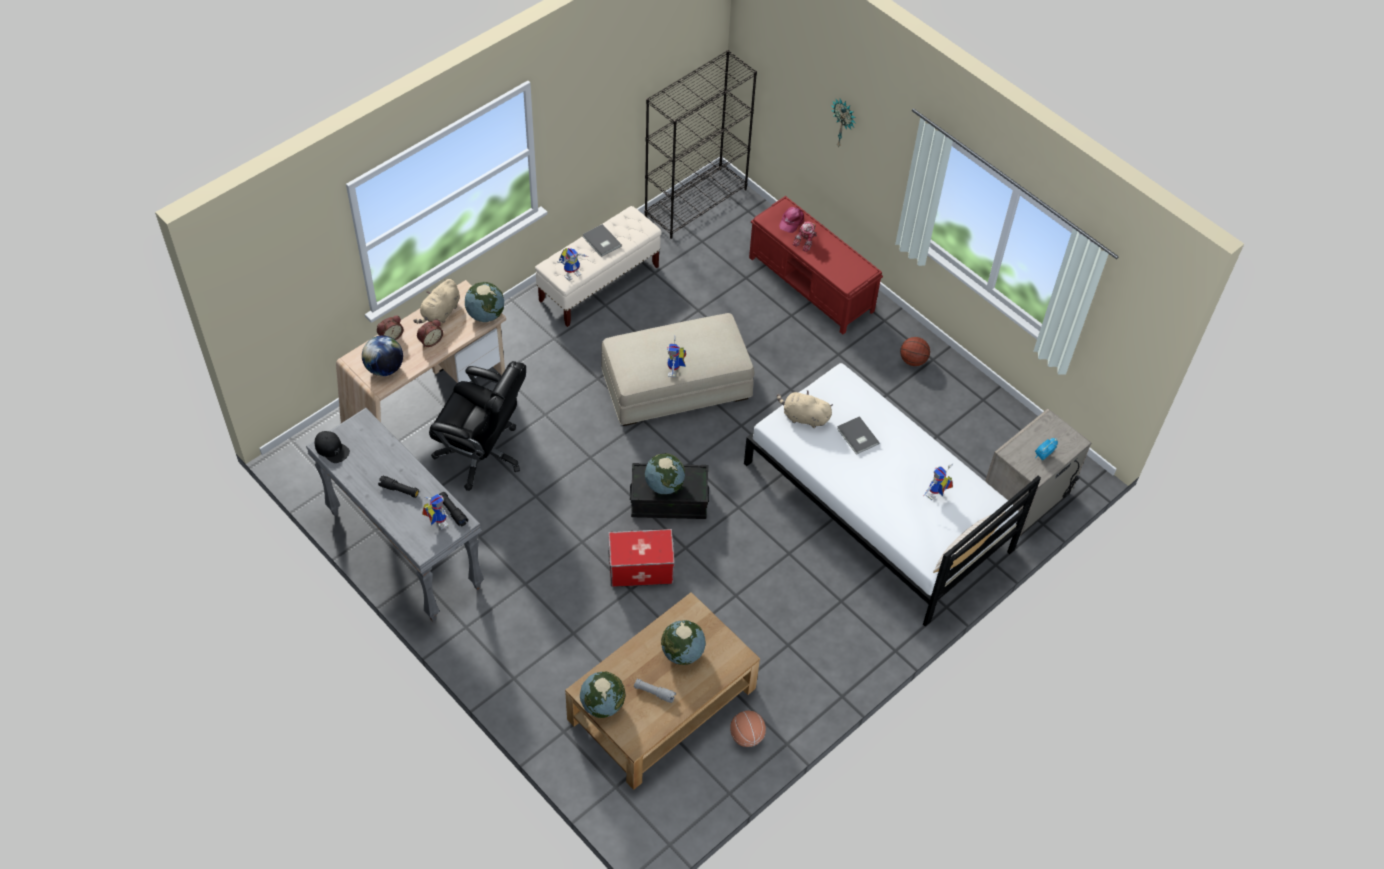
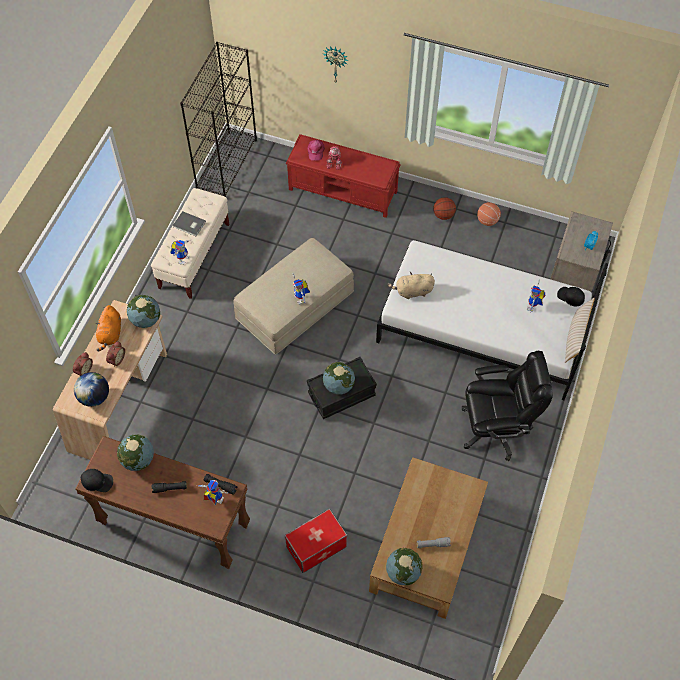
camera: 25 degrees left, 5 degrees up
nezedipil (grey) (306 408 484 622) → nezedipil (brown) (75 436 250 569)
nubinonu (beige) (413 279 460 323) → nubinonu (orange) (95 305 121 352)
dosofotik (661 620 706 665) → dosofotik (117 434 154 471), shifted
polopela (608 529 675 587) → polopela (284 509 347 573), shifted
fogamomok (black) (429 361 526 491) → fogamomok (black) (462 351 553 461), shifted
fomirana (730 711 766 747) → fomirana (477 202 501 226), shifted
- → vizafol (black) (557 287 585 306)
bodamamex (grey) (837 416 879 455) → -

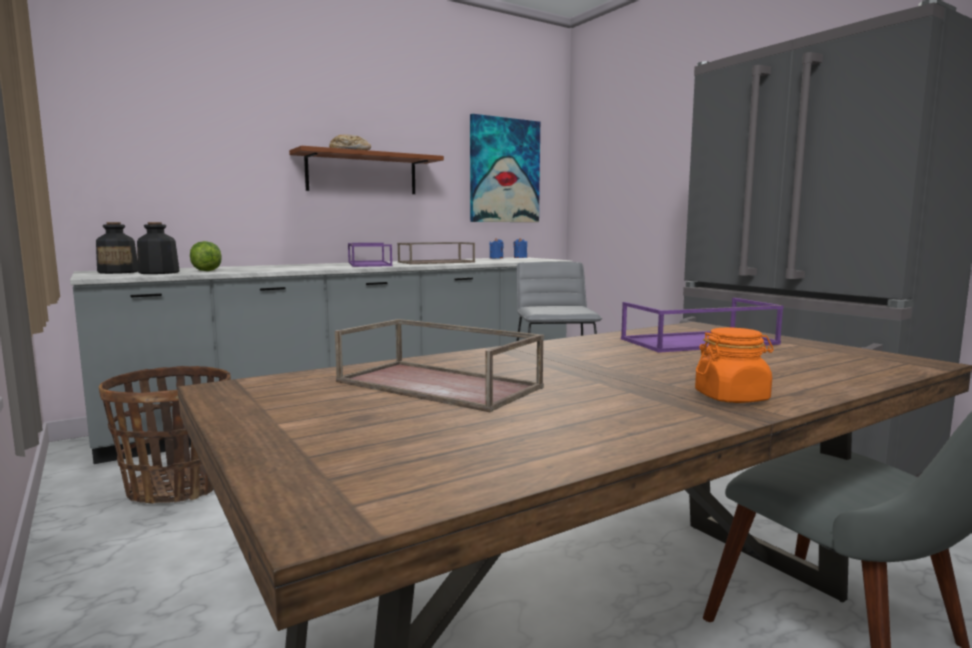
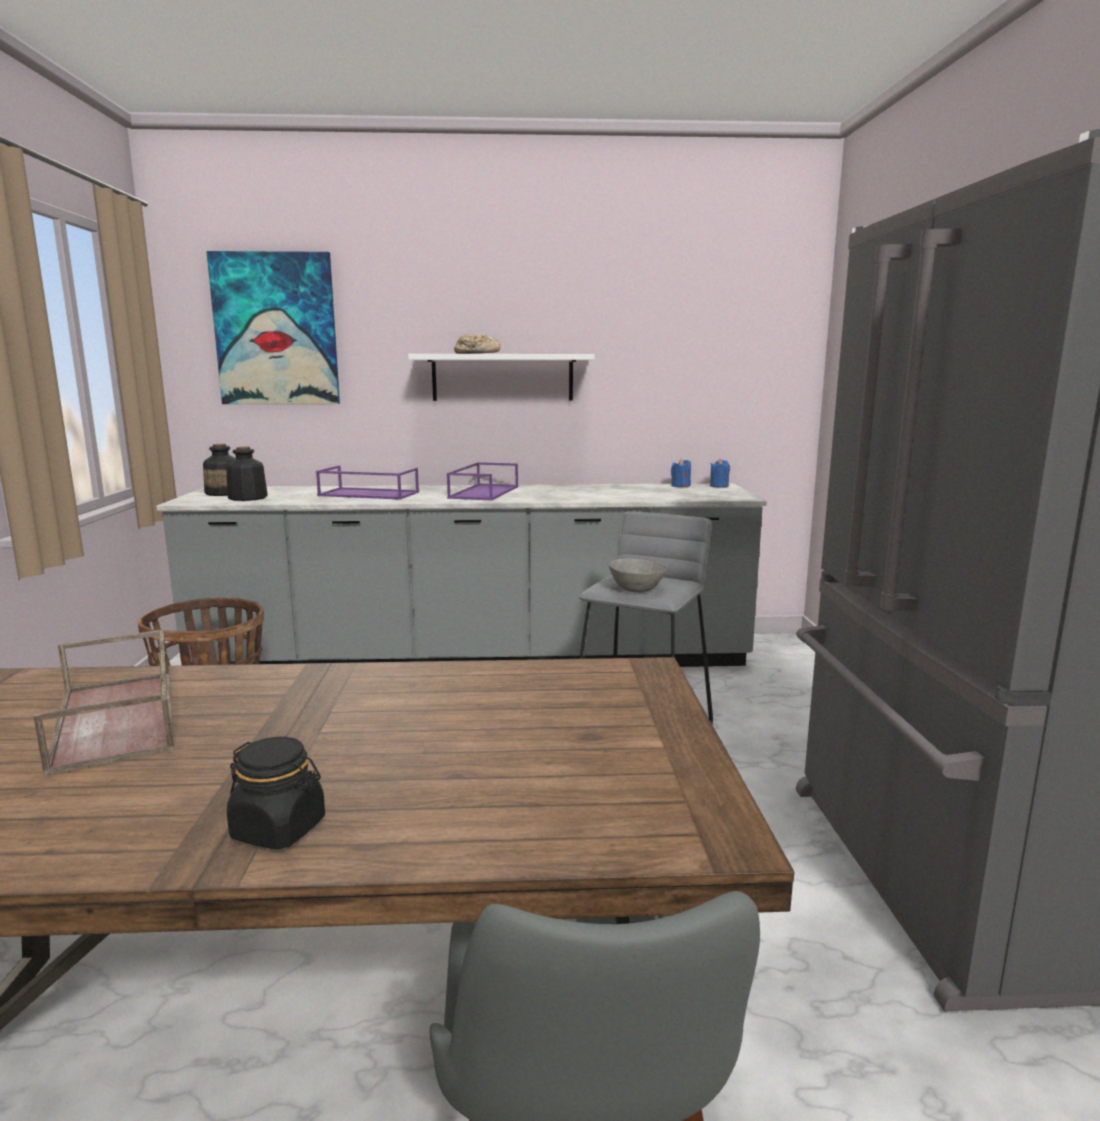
camera: 30 degrees right, 5 degrees up
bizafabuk (470 114 540 222) → bizafabuk (206 251 340 404), shifted
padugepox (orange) (695 328 774 403) → padugepox (black) (227 737 325 849)
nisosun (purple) (621 298 784 353) → nisosun (purple) (316 465 419 500), shifted
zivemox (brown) (289 146 444 194) → zivemox (white) (408 354 595 401)
- → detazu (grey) (609 558 667 592)
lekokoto (190 241 222 271) → -
nisosun (brown) (397 242 475 264) → -

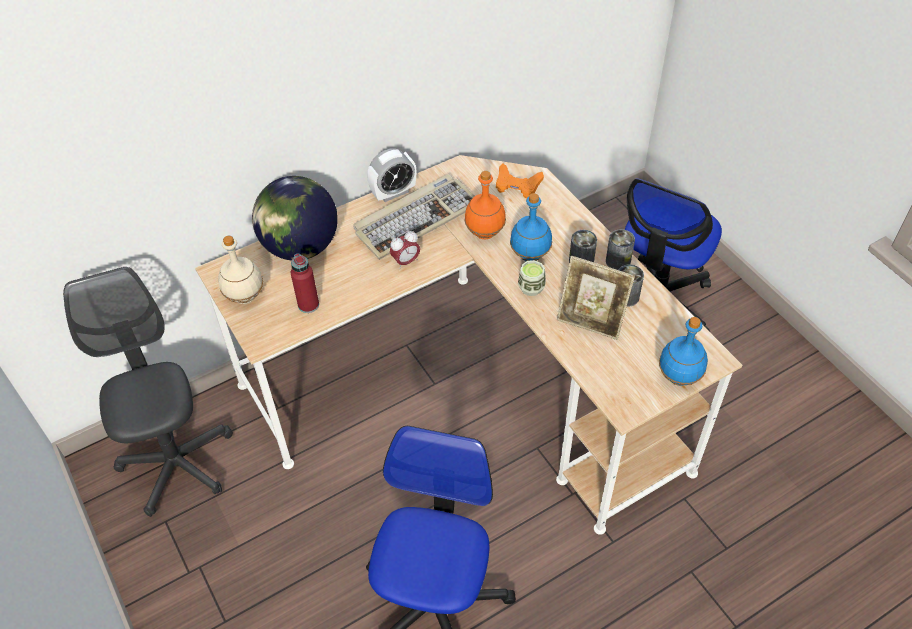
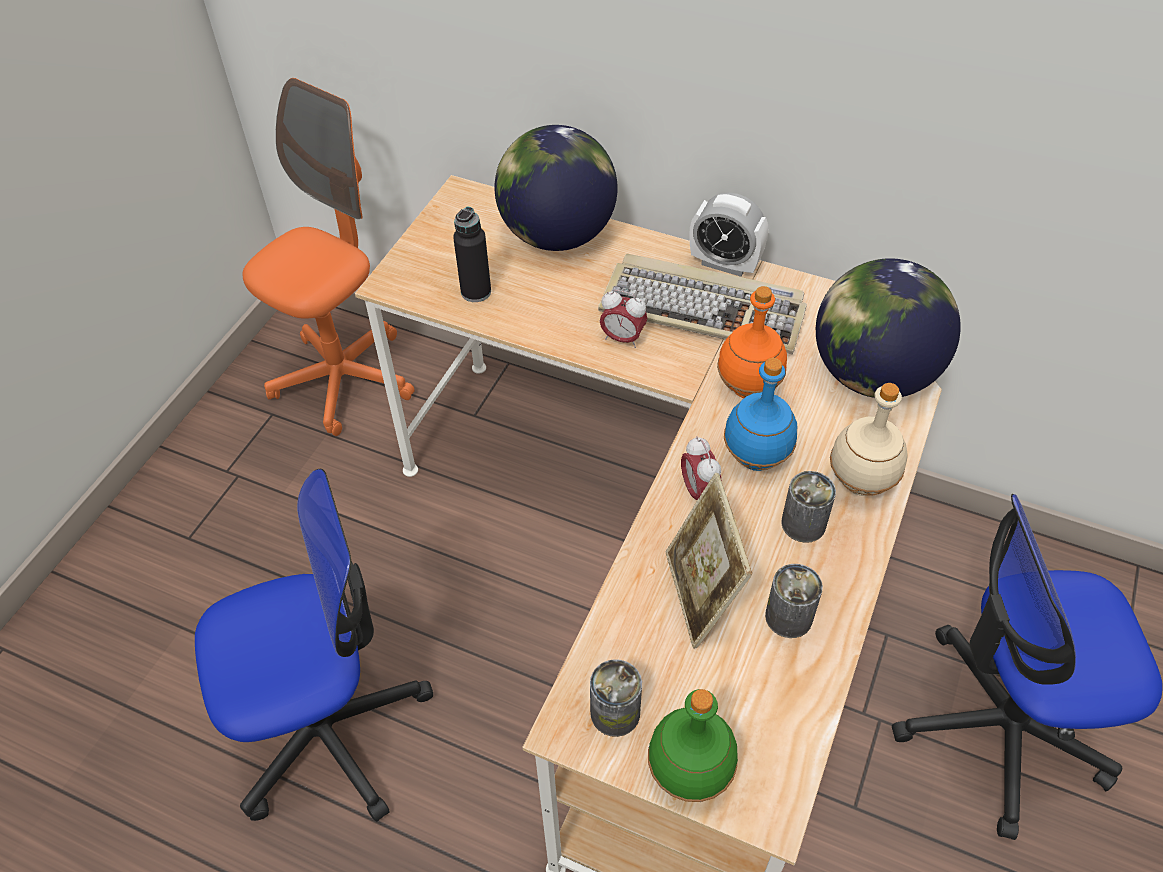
camera: 55 degrees right, 0 degrees up
fogamomok (grey) (63 267 233 517) → fogamomok (orange) (243 78 415 436)
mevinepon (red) (291 253 319 313) → mevinepon (black) (453 207 491 302)
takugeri (606 229 635 270) → takugeri (590 659 642 737), shifted
mevinepon (blue) (659 317 708 386) → mevinepon (green) (648 689 738 802)
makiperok (518 260 546 296) → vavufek (681 436 722 500)
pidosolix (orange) (496 164 544 198) → dosofotik (816 258 961 398)
mevinepon (beige) (218 236 263 304) → mevinepon (beige) (830 383 908 496), shifted

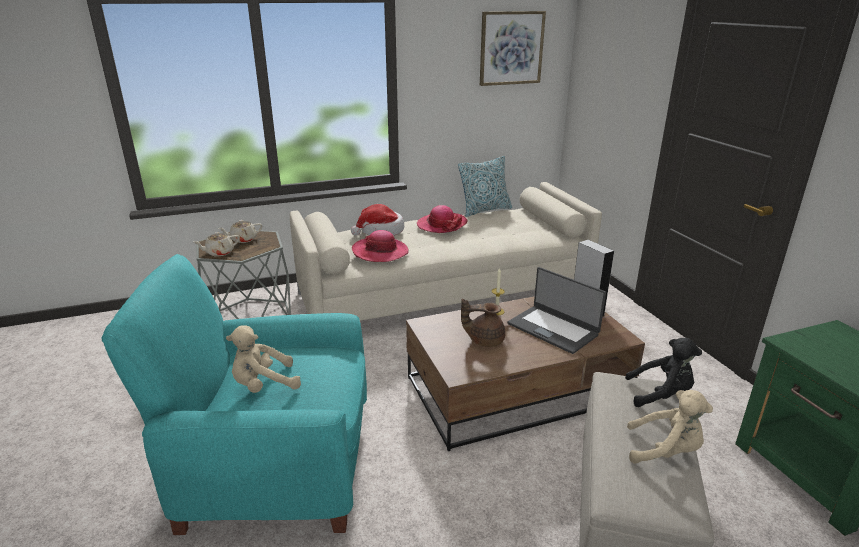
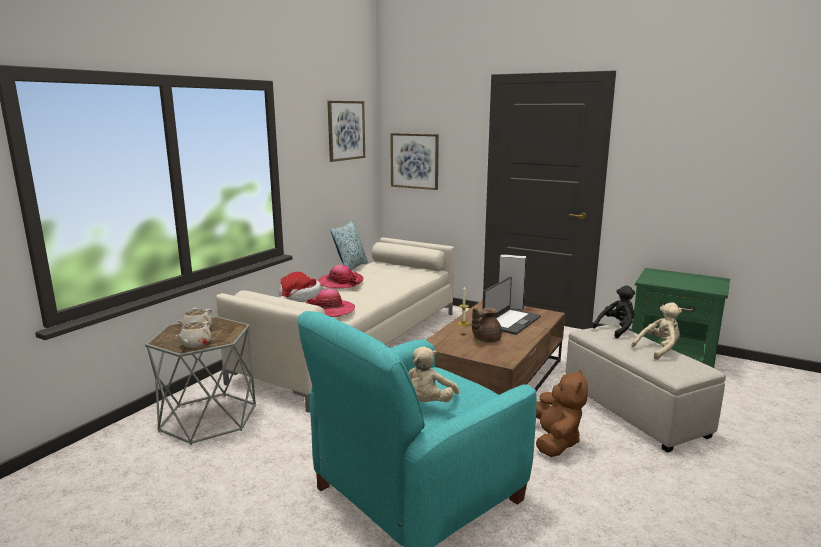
camera: 40 degrees left, 10 degrees down
- → bizafabuk (390 133 439 190)
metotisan (508 267 606 354) → metotisan (482 277 541 335), 60 degrees counterclockwise
- → nubinonu (brown) (536 369 588 457)

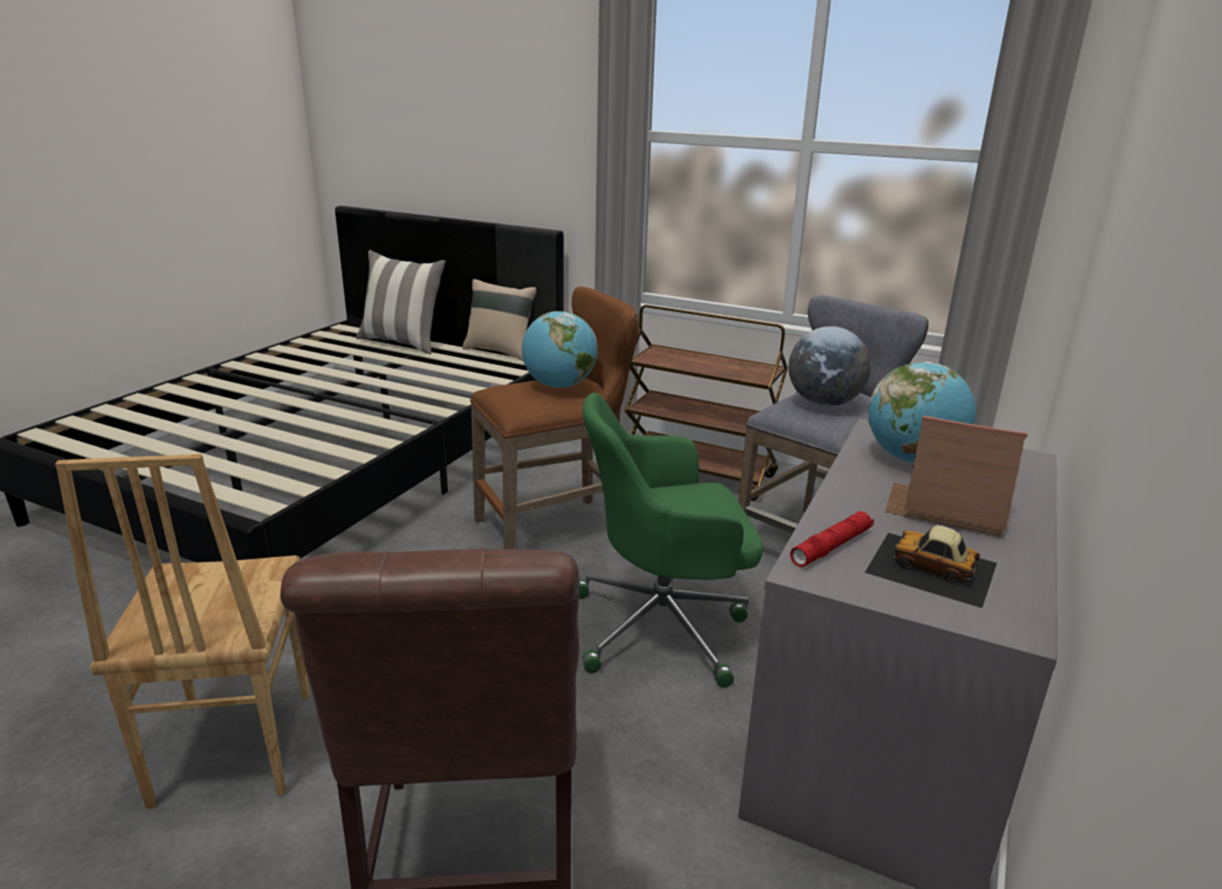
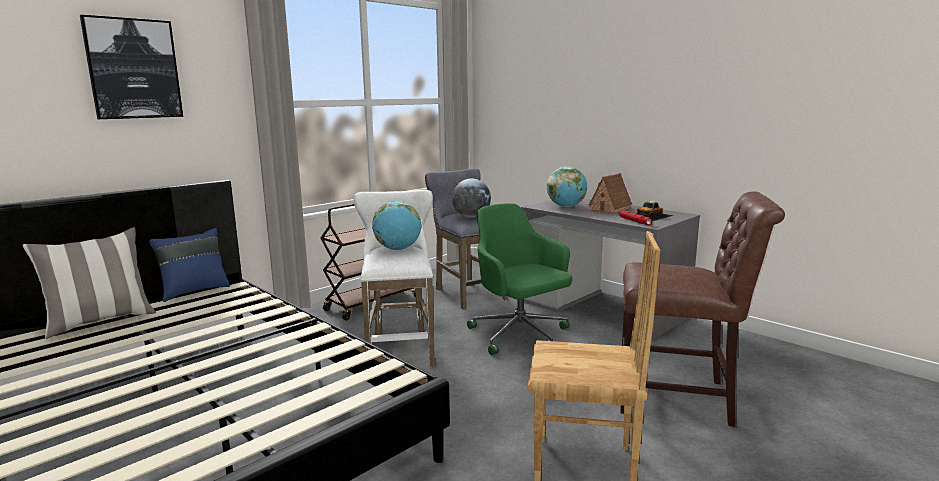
camera: 70 degrees left, 10 degrees down
- → bizafabuk (80 15 183 119)
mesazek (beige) (462 279 536 361) → mesazek (blue) (149 228 230 302)
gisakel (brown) (470 287 638 549) → gisakel (white) (354 190 435 367)
fogamomok (green) (579 393 763 688) → fogamomok (green) (467 203 572 355), 135 degrees clockwise

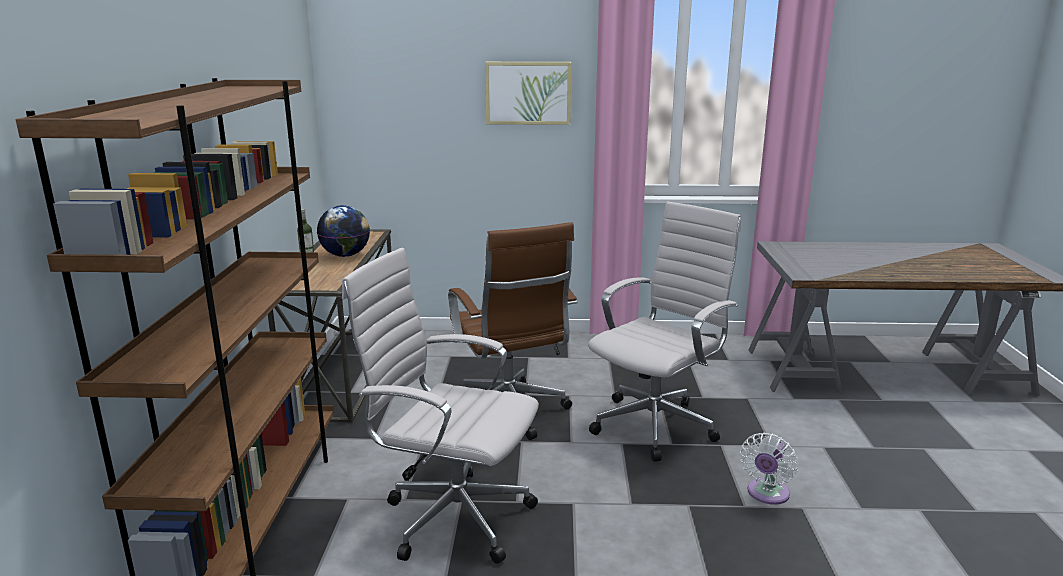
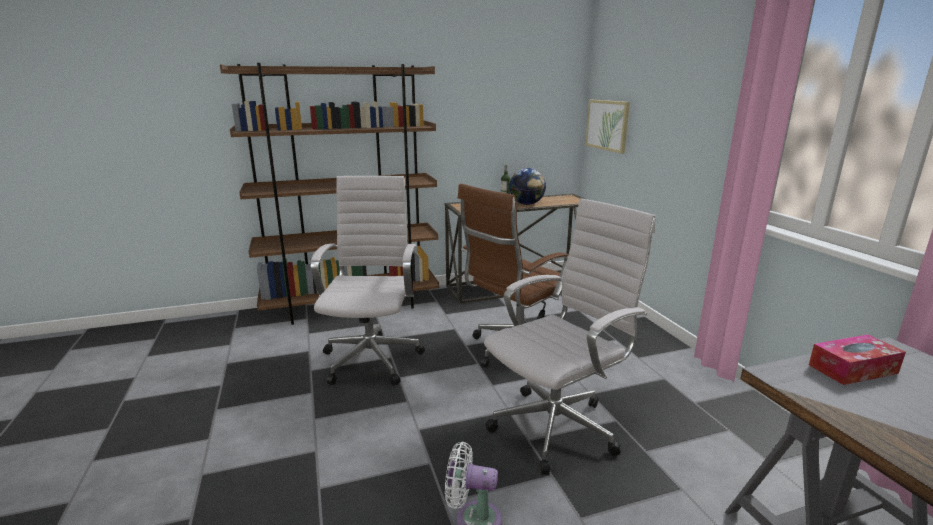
camera: 70 degrees right, 0 degrees up
fogamomok (white) (588 201 741 462) → fogamomok (white) (484 198 656 475), 60 degrees counterclockwise
bizafabuk (485 62 571 125) → bizafabuk (585 100 630 154), shifted
- → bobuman (809 334 906 385)

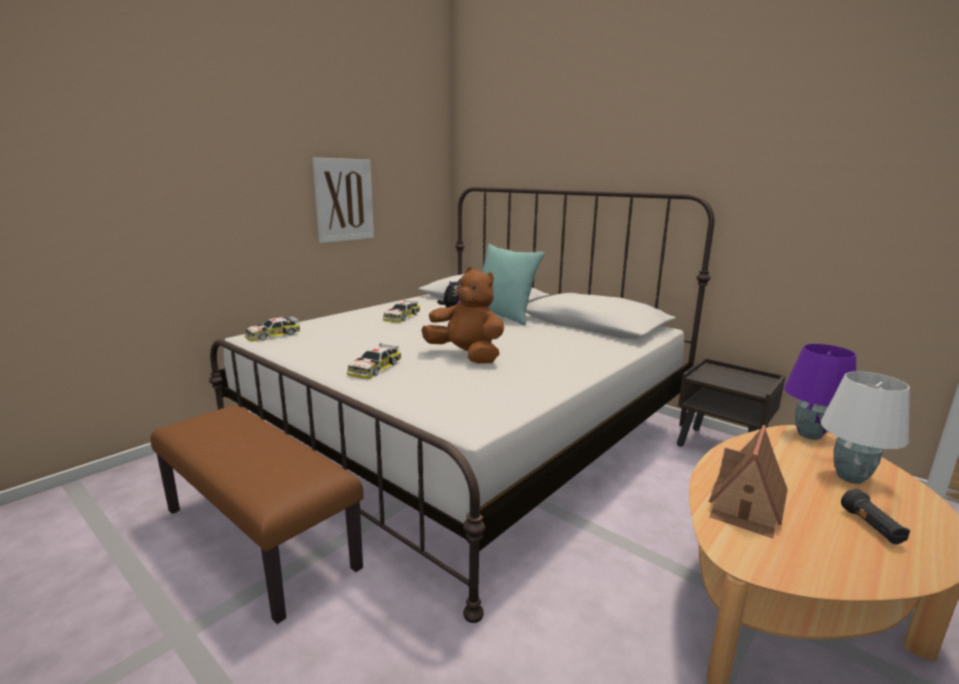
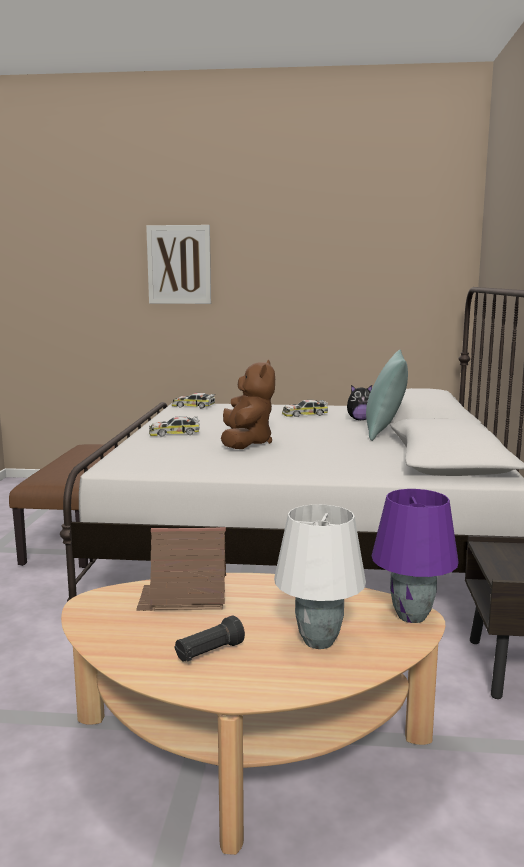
camera: 55 degrees right, 5 degrees down
bizafabuk (312 157 374 243) → bizafabuk (146 225 211 304), shifted

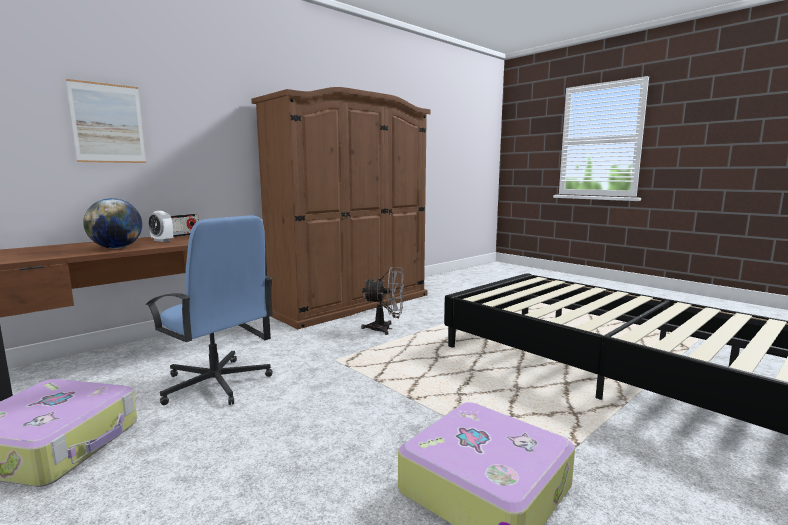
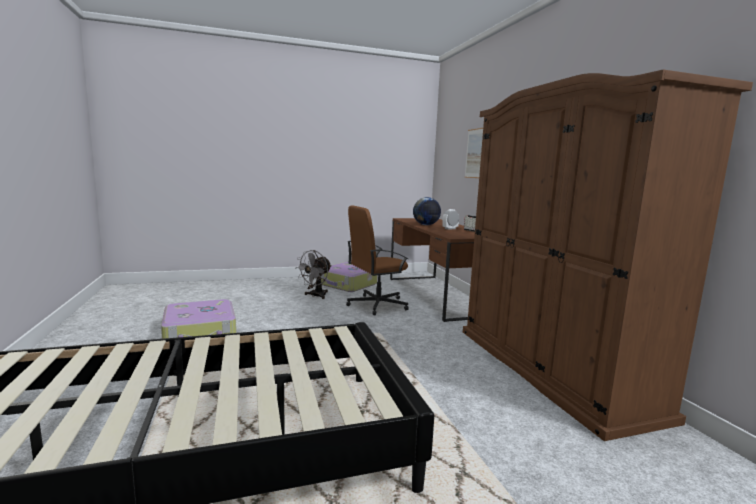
camera: 115 degrees right, 0 degrees up
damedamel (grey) (361 267 404 335) → damedamel (grey) (295 250 332 299), shifted
fogamomok (blue) (145 215 273 405) → fogamomok (brown) (346 205 409 315)

